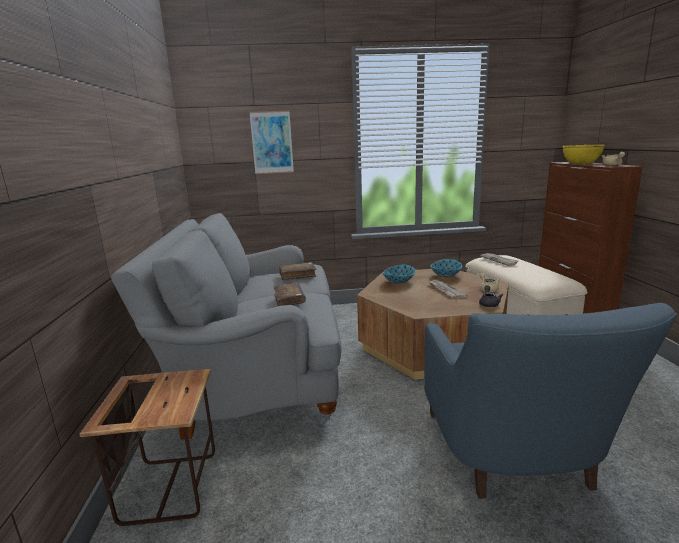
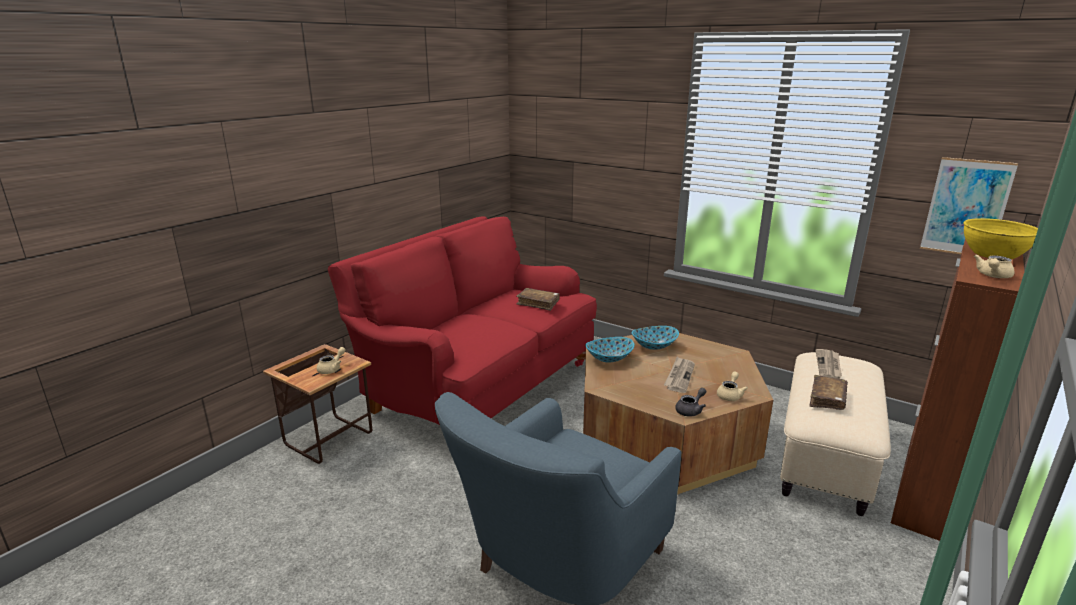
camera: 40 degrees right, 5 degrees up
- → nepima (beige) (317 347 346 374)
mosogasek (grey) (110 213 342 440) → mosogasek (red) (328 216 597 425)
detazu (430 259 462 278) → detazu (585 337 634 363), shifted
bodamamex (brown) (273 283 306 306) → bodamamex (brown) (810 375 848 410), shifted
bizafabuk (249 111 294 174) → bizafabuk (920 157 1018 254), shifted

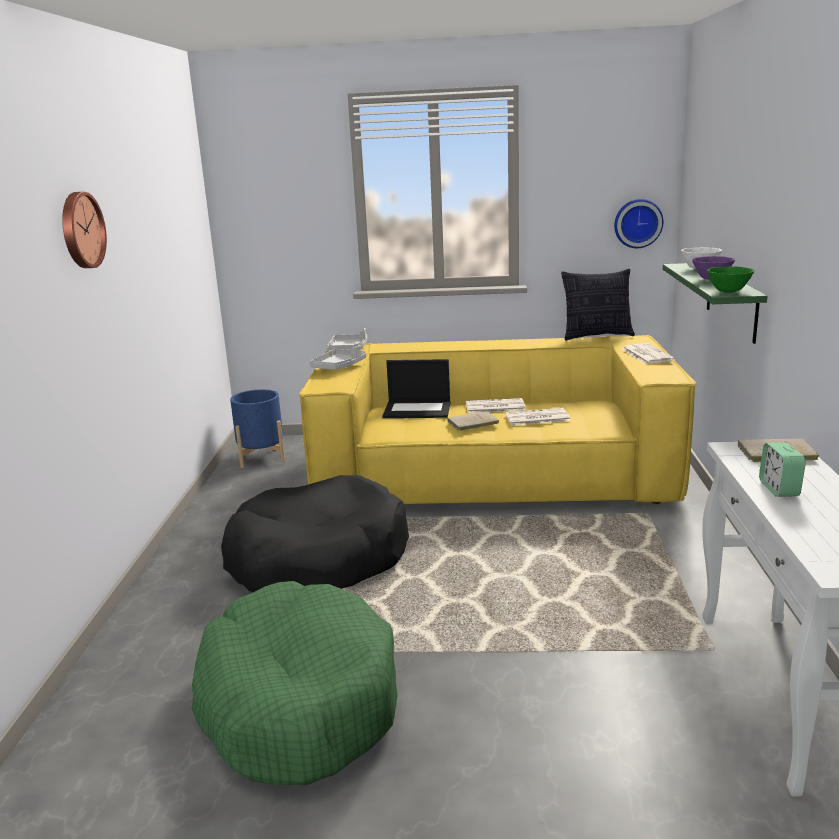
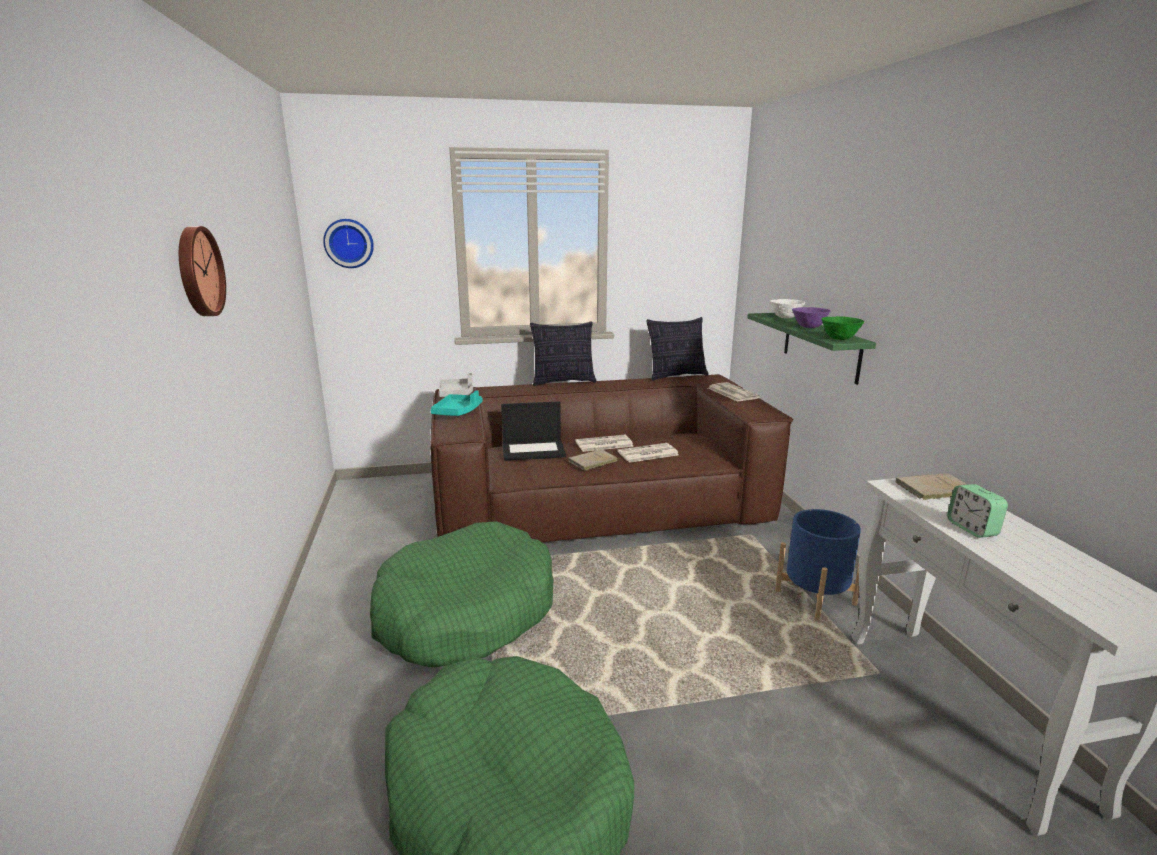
camera: 15 degrees left, 0 degrees up
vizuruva (614 199 663 248) → vizuruva (323 219 374 268), shifted
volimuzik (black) (221 475 409 592) → volimuzik (green) (370 521 554 667)
mosogasek (yellow) (299 335 697 504) → mosogasek (brown) (430 374 793 542)
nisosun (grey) (310 345 366 370) → nisosun (turquoise) (430 390 482 416)
- → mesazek (530 321 597 386)
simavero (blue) (230 389 285 468) → simavero (blue) (775 509 861 620), shifted

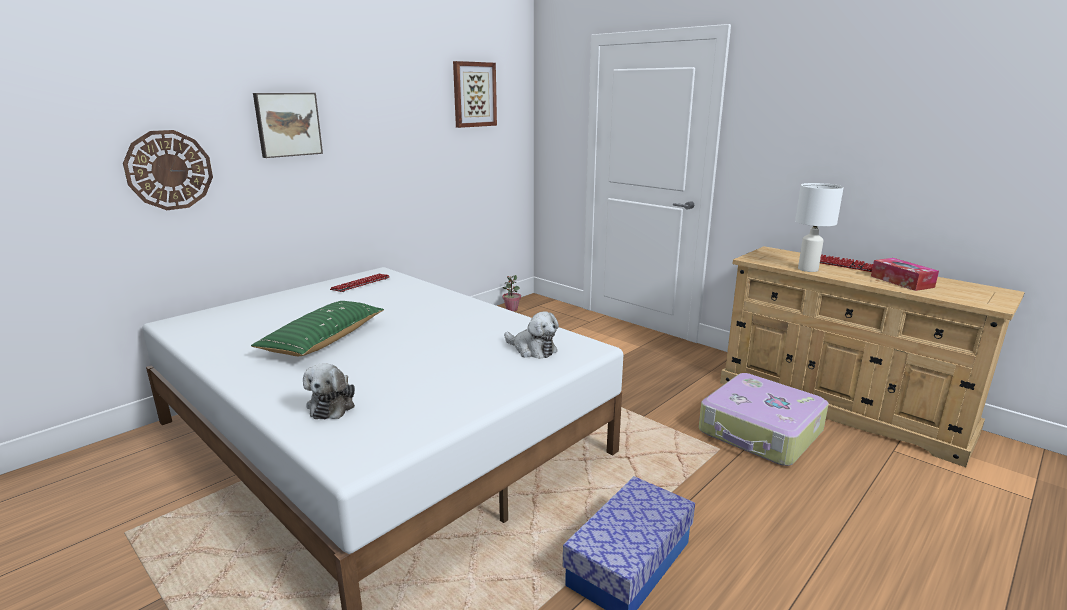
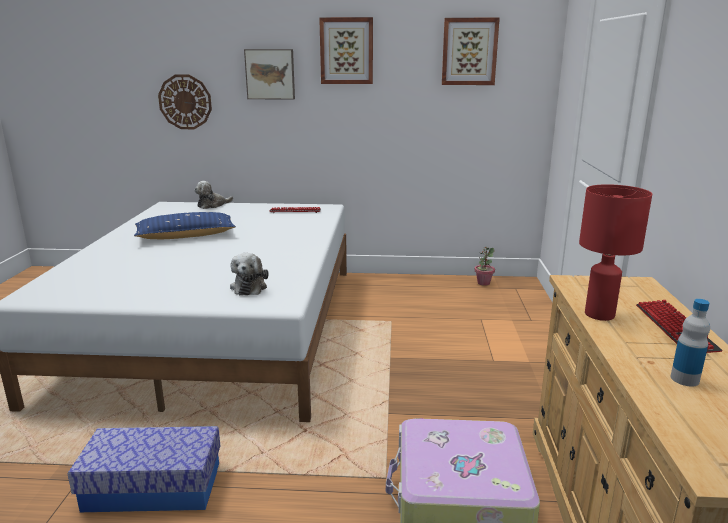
camera: 50 degrees right, 0 degrees up
mesazek (green) (251 301 384 356) → mesazek (blue) (134 212 236 239)
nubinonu (303 363 355 419) → nubinonu (194 181 233 209), shifted
- → bizafabuk (319 17 373 84)
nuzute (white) (795 183 844 272) → nuzute (red) (579 184 652 321)
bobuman (871 258 939 291) → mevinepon (671 299 710 387)

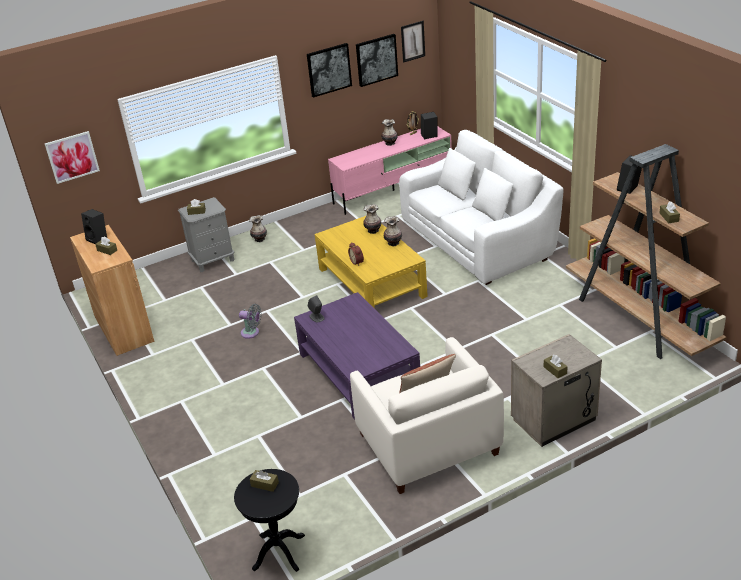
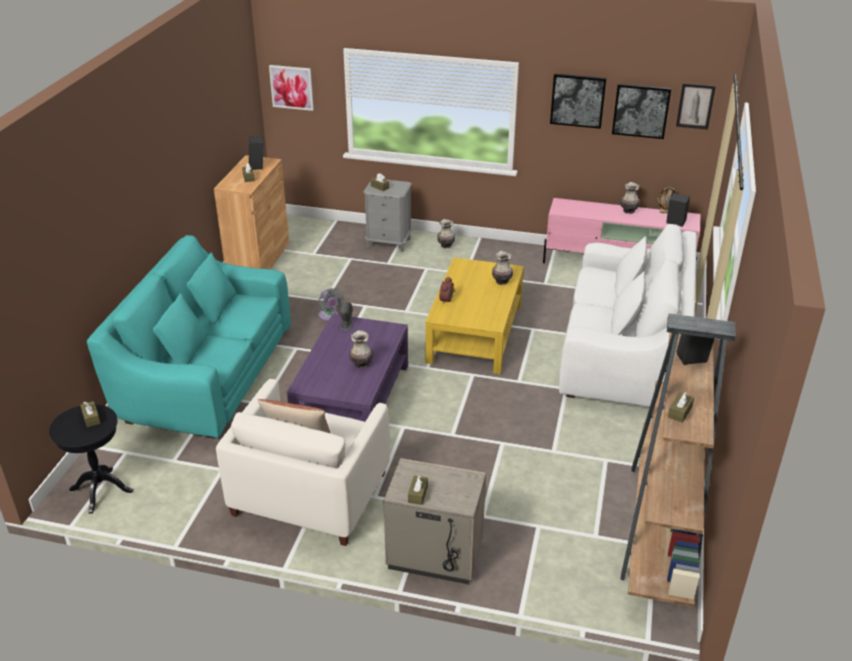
camera: 40 degrees right, 0 degrees up
- → mosogasek (turquoise) (87 235 291 439)
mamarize (384 216 402 246) → mamarize (349 330 373 368), shifted

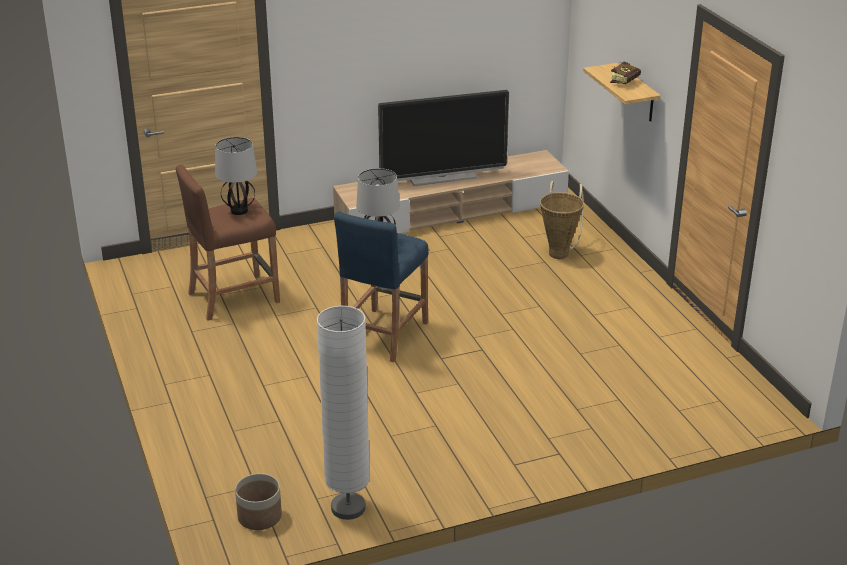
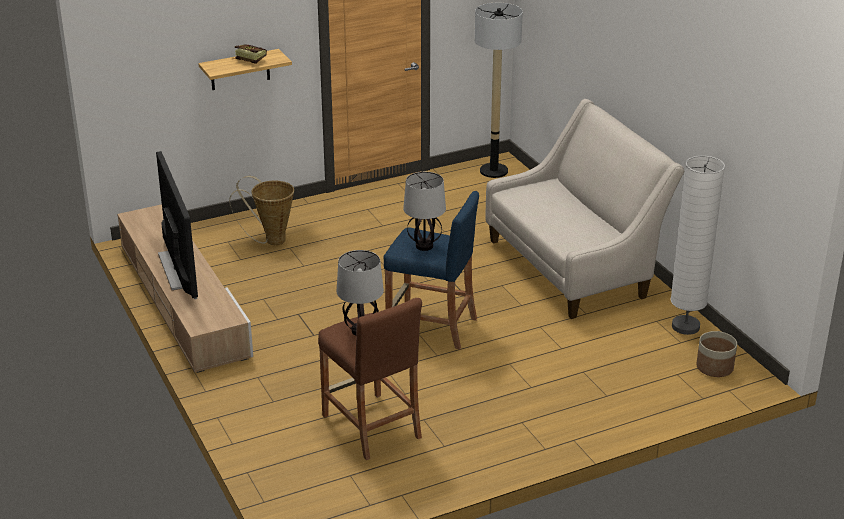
camera: 95 degrees left, 0 degrees up
- → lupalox (475 3 523 178)
- → mosogasek (beige) (485 99 684 319)

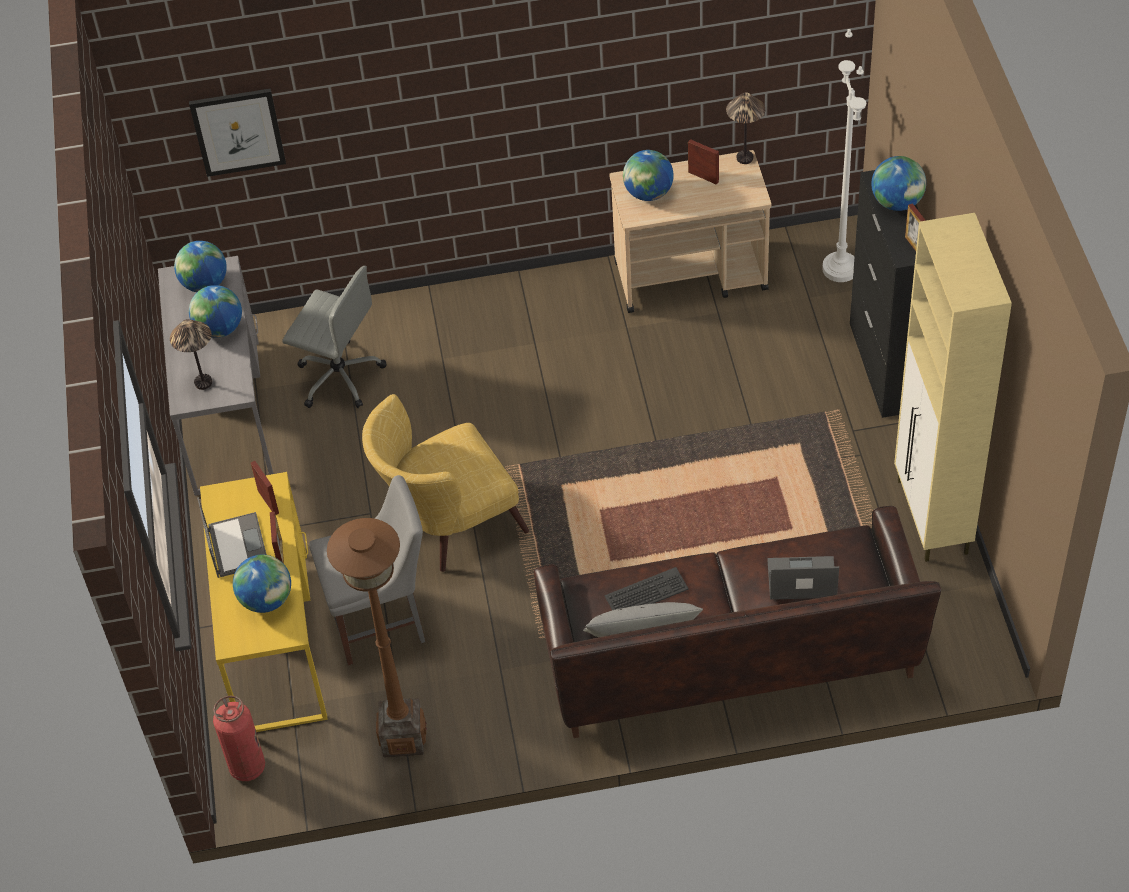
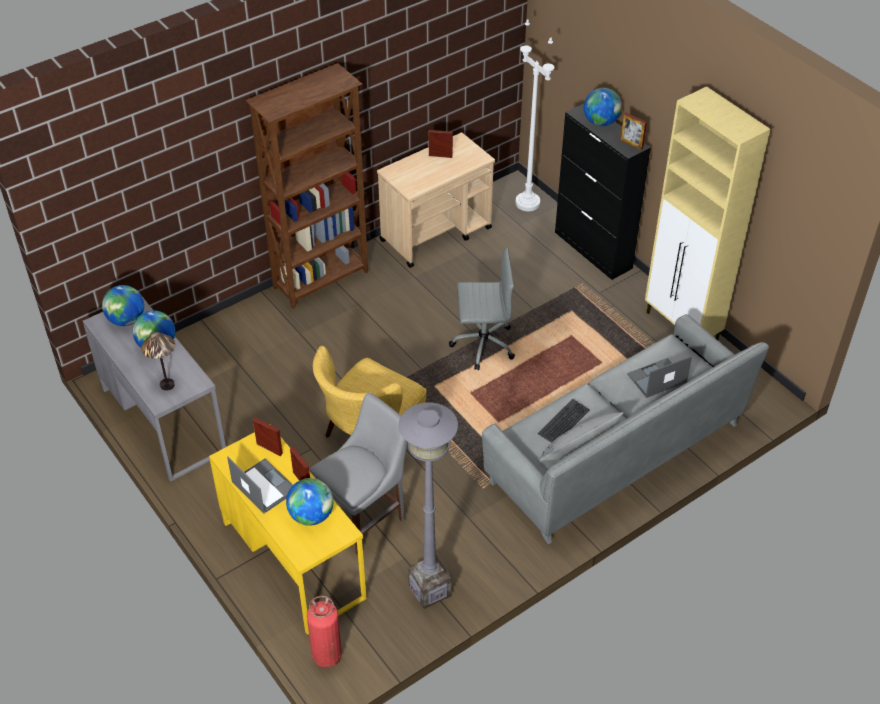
camera: 30 degrees left, 5 degrees down
- → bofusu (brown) (245 63 368 309)
lupalox (brown) (327 518 426 757) → lupalox (grey) (399 402 458 609)
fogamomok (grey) (282 266 386 408) → fogamomok (grey) (449 248 515 371), shifted
mosogasek (brown) (534 506 941 738) → mosogasek (grey) (482 314 769 544)
bizafabuk (189 88 286 177) → -
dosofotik (623 150 674 201) → -
nuzute (726 92 765 164) → -

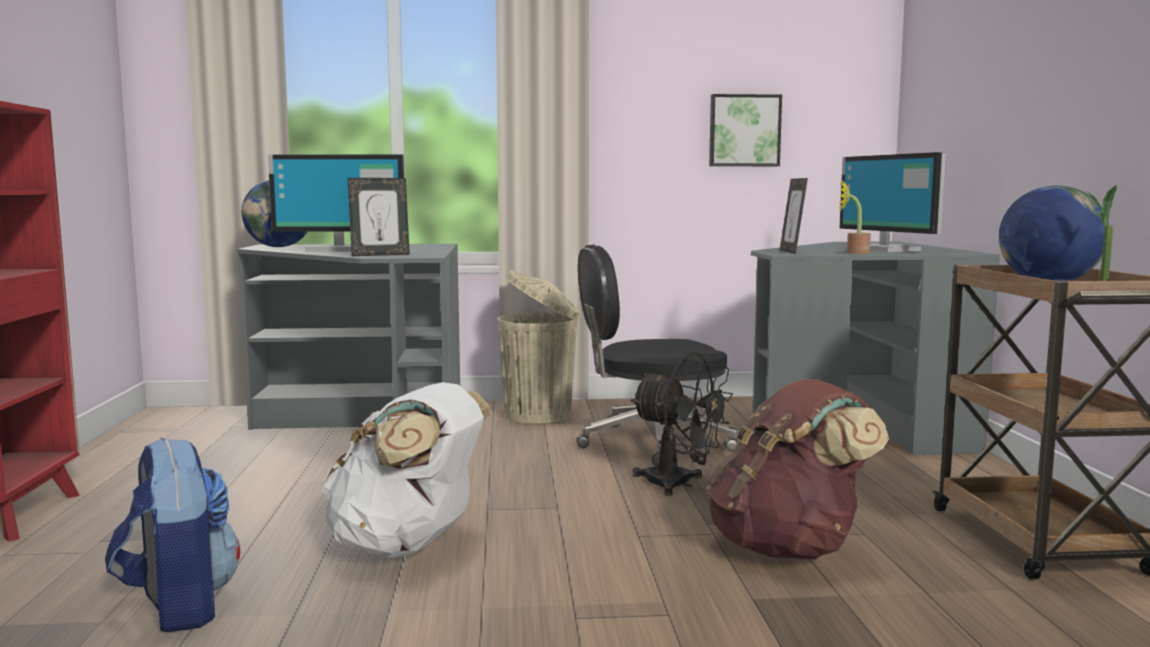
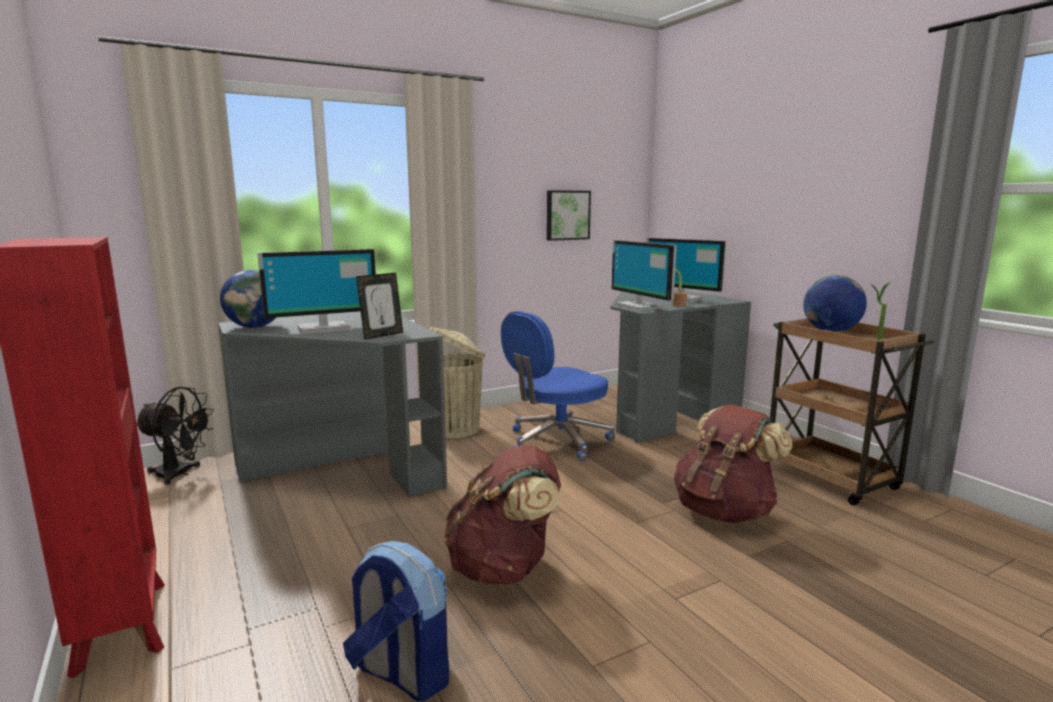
camera: 25 degrees left, 5 degrees up
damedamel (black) (631 352 733 496) → damedamel (black) (137 387 214 485), shifted
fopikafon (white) (322 382 492 558) → fopikafon (brown) (444 445 561 584)
fogamomok (black) (577 245 738 466) → fogamomok (blue) (501 311 615 461)
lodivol (780 178 808 254) → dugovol (612 240 677 311)

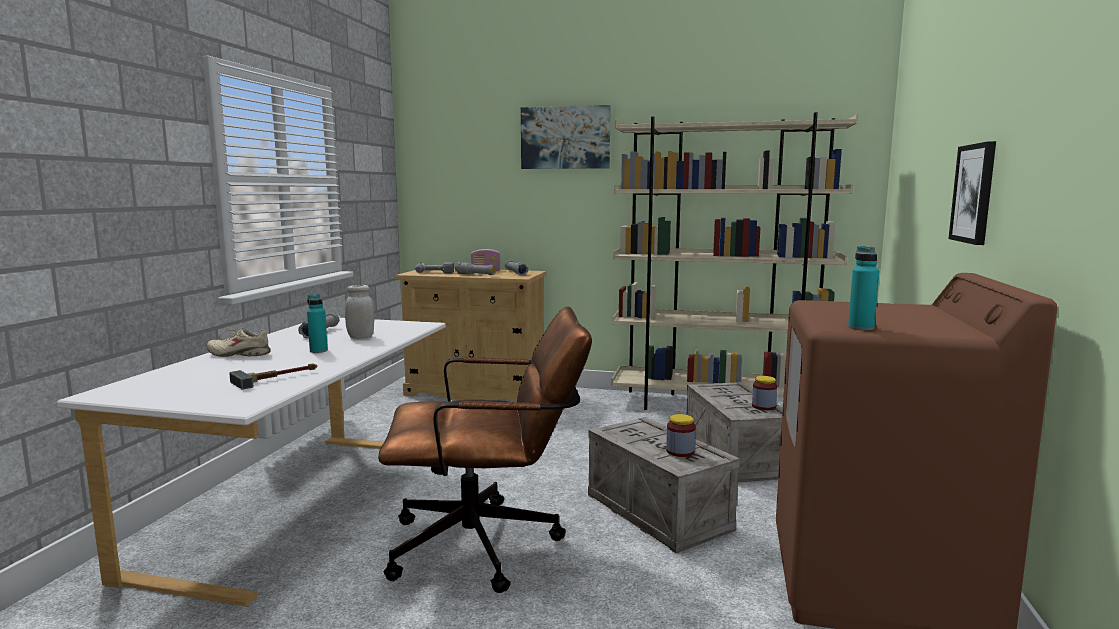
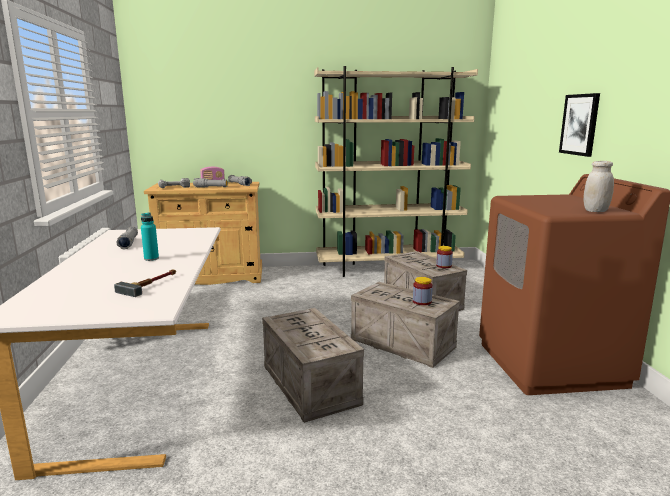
camera: 20 degrees left, 5 degrees up
fogamomok (brown) (378 306 592 593) → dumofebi (262 308 364 423)
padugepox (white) (345 285 374 339) → padugepox (white) (583 161 614 212), shifted
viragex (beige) (206 328 271 357) → -
bizafabuk (521 105 611 169) → -
mevinepon (turquoise) (848 246 879 330) → -

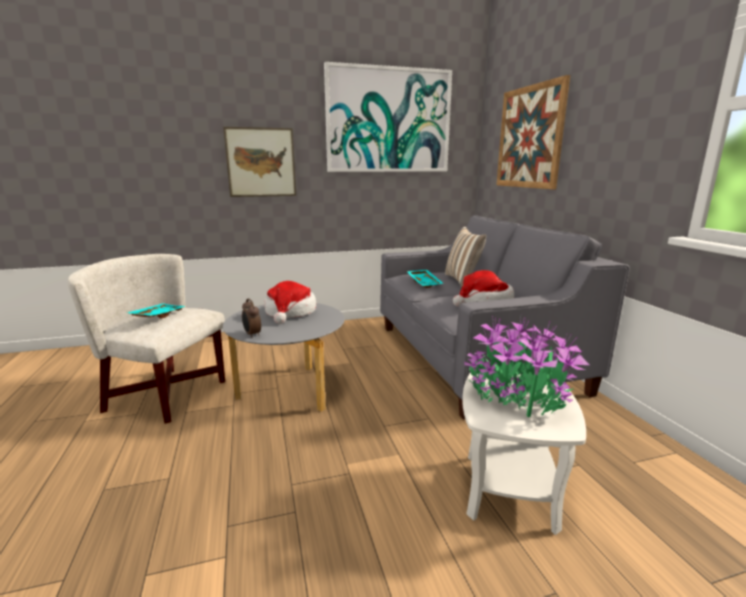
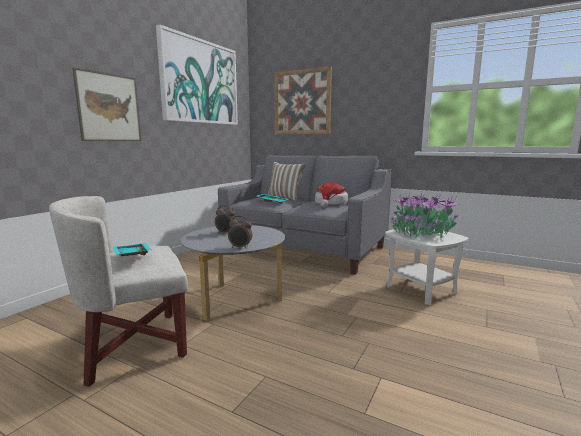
camera: 45 degrees left, 5 degrees down
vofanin (264 281 316 324) → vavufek (215 205 236 233)

